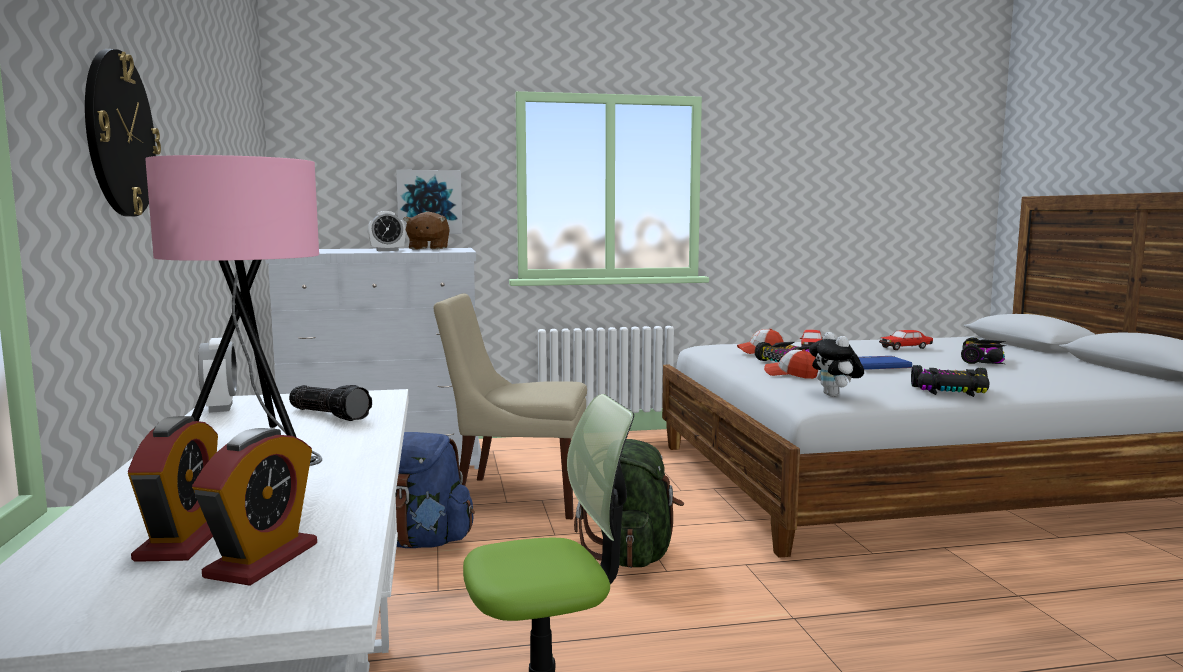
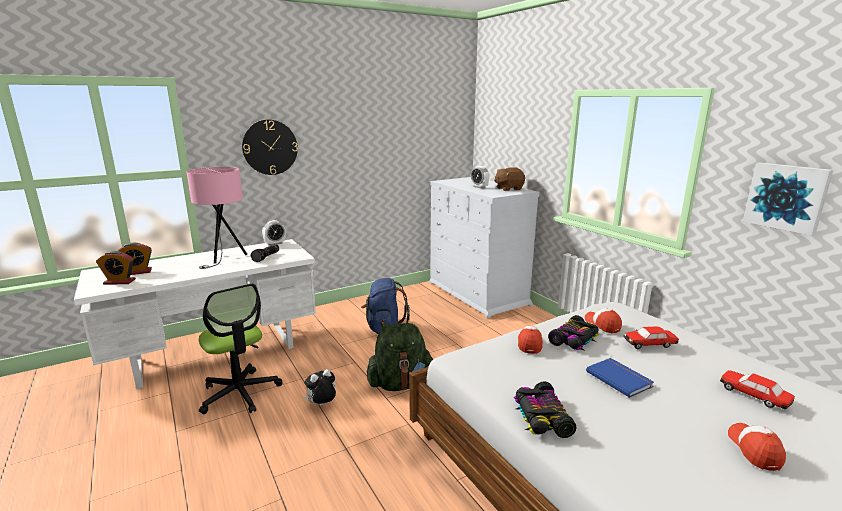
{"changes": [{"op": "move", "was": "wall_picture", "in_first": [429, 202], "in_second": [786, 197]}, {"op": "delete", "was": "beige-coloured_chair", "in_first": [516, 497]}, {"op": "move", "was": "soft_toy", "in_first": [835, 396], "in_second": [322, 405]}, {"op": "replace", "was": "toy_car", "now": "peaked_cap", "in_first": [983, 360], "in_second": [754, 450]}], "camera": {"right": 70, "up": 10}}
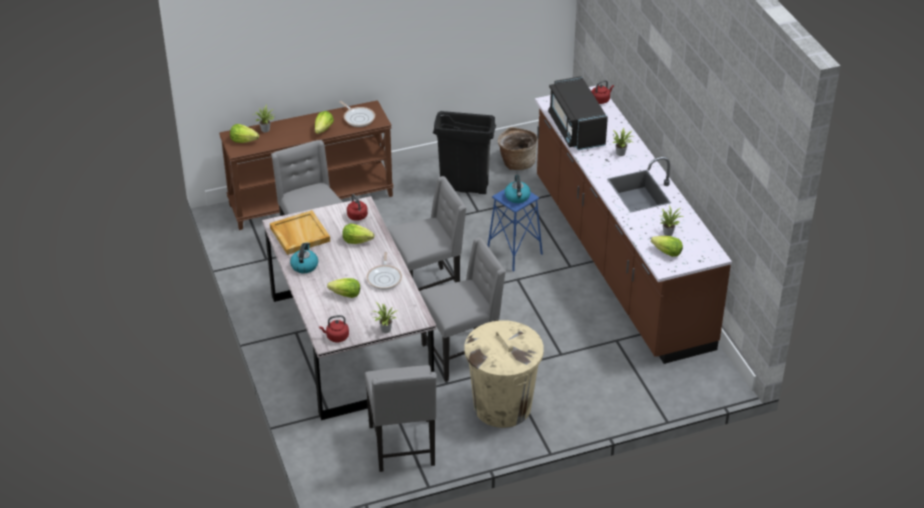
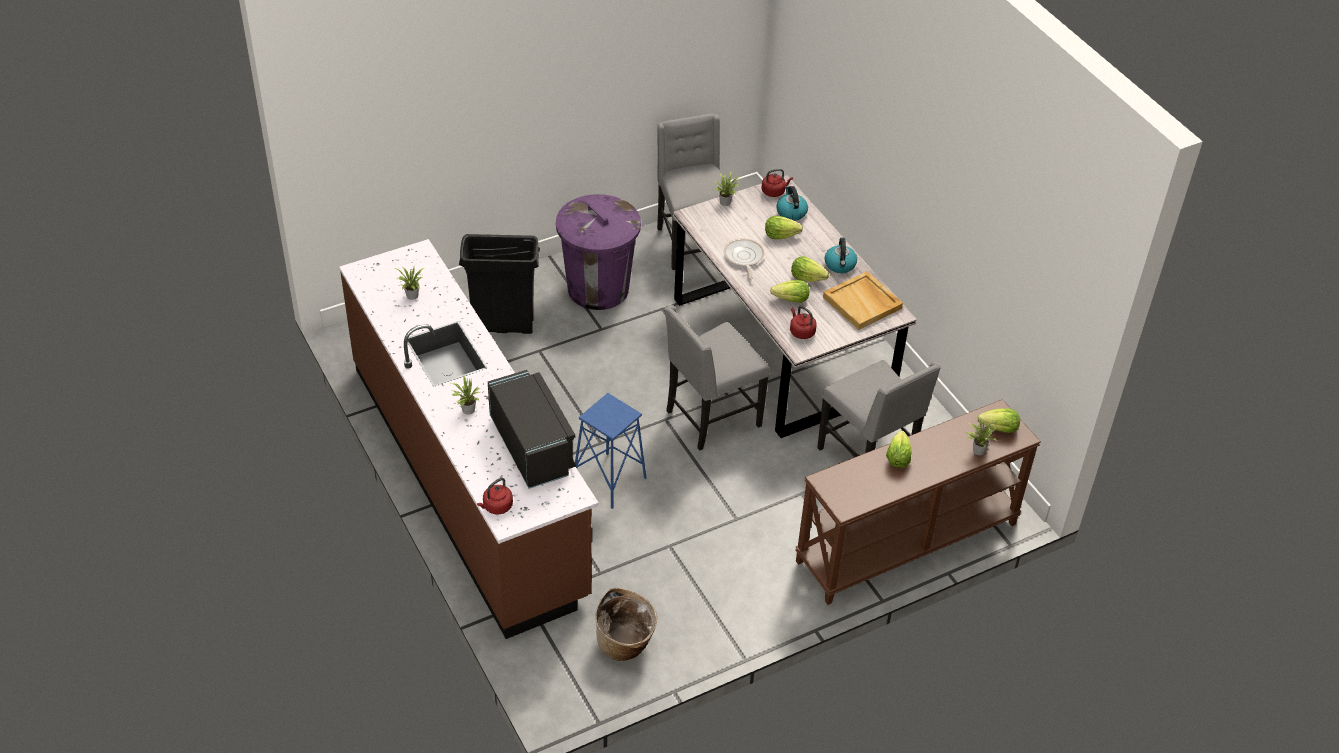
{"changes": [{"op": "delete", "was": "frying_pan", "in_first": [358, 118]}, {"op": "delete", "was": "gray_chair", "in_first": [462, 353]}, {"op": "move", "was": "blackish_trash_can", "in_first": [464, 187], "in_second": [503, 326]}, {"op": "recolor", "was": "beige-coloured_trash_can", "now": "purplish_trash_can", "in_first": [502, 406], "in_second": [598, 289]}, {"op": "move", "was": "tea_kettle", "in_first": [517, 197], "in_second": [791, 212]}, {"op": "move", "was": "lettuce", "in_first": [667, 253], "in_second": [807, 278]}], "camera": {"right": 170, "up": 5}}
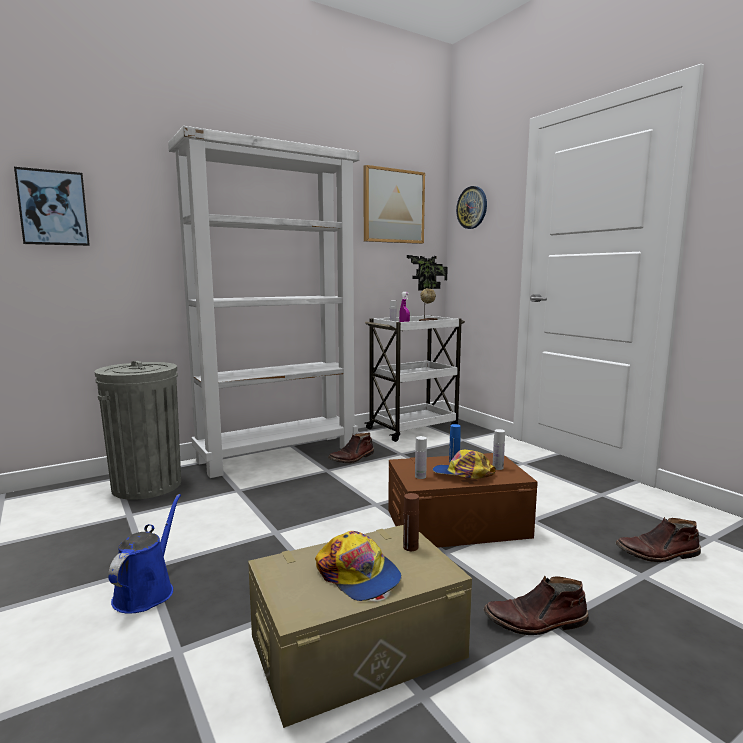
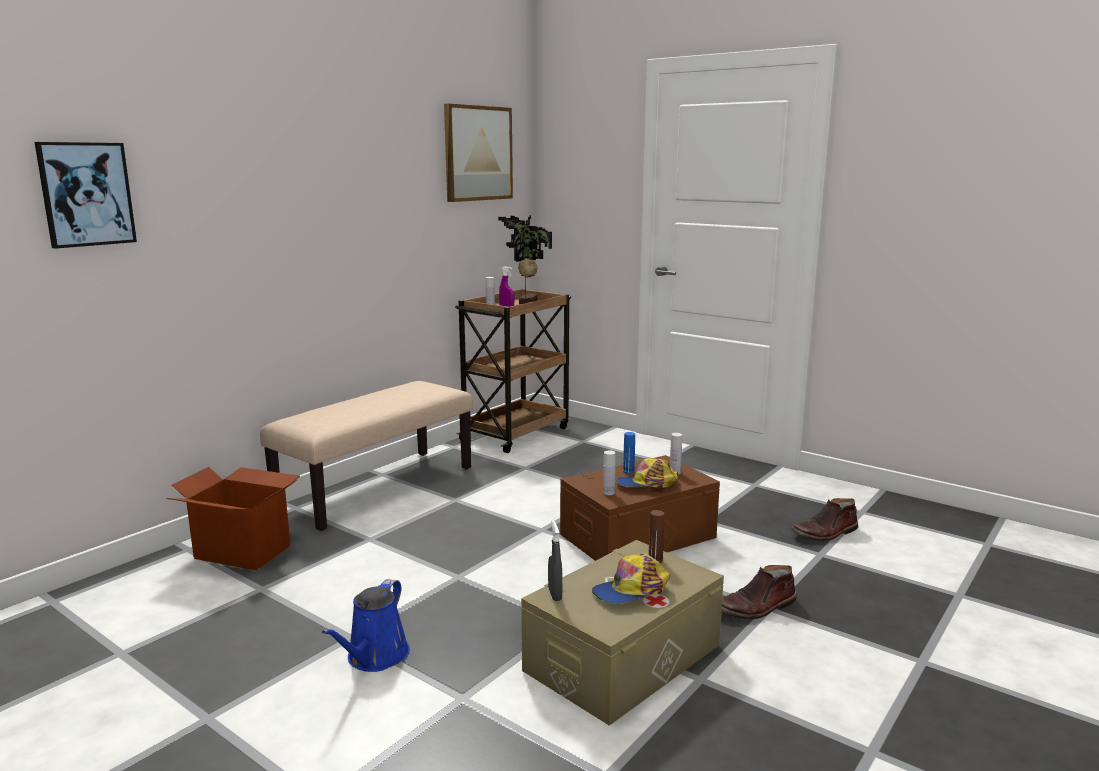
{"changes": [{"op": "replace", "was": "gray_trash_can", "now": "cardboard_box", "in_first": [147, 485], "in_second": [243, 551]}, {"op": "rotate", "was": "blue_sprinkling_can", "in_first": [147, 591], "in_second": [375, 658], "clockwise": -150}, {"op": "replace", "was": "whitish_bookshelf", "now": "beige-coloured_indoor_bench", "in_first": [279, 454], "in_second": [377, 487]}, {"op": "rotate", "was": "peaked_cap", "in_first": [358, 575], "in_second": [631, 591], "clockwise": 120}, {"op": "delete", "was": "brown-coloured_tall_boot", "in_first": [352, 458]}, {"op": "recolor", "was": "whitish_trolley", "now": "brown-coloured_trolley", "in_first": [413, 428], "in_second": [516, 433]}, {"op": "delete", "was": "wall_clock", "in_first": [472, 207]}, {"op": "insert", "now": "gray_spray_bottle", "in_second": [555, 594]}], "camera": {"right": -20, "up": 5}}
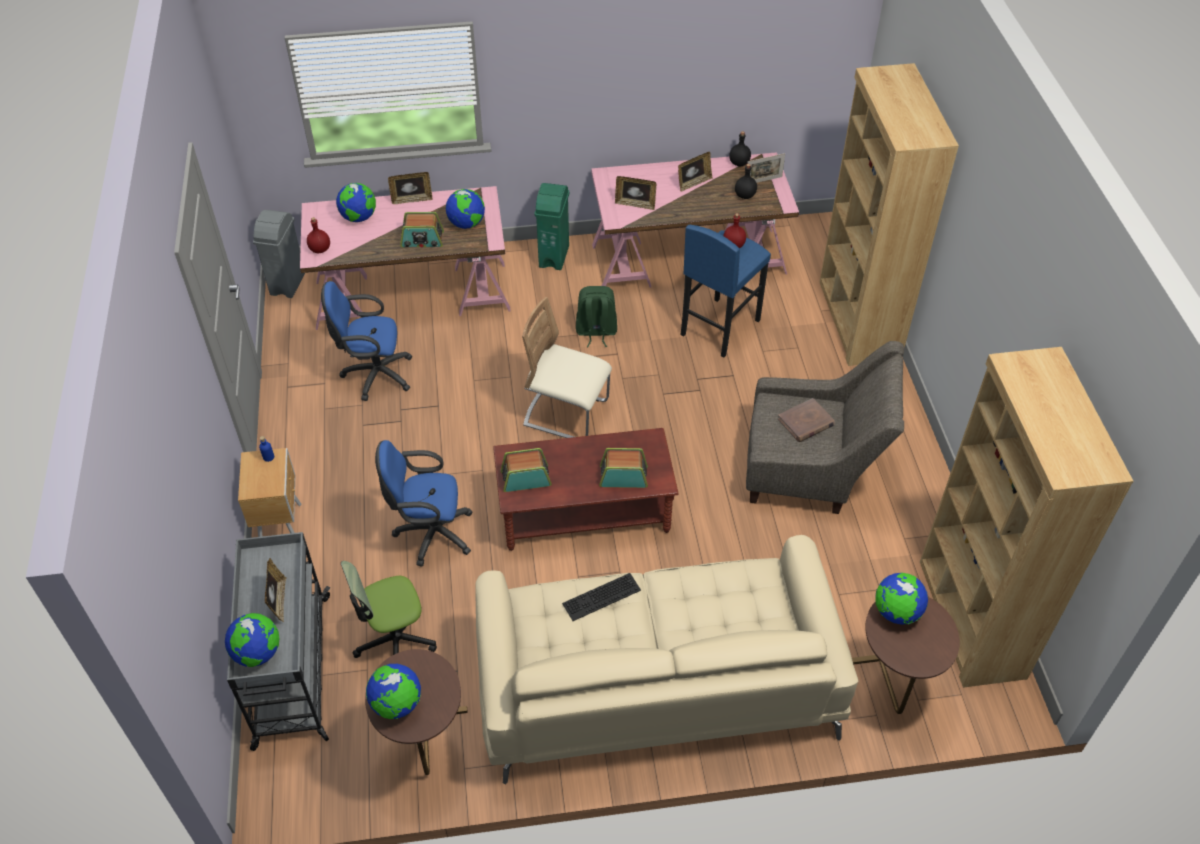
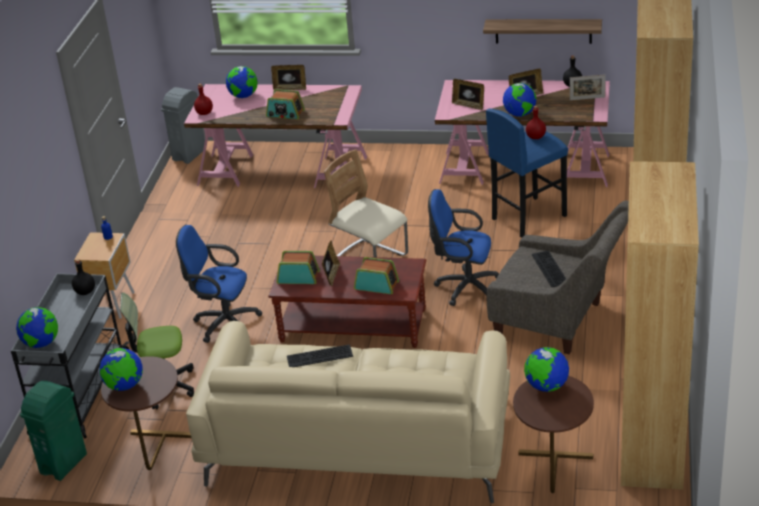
{"changes": [{"op": "move", "was": "standing_frame", "in_first": [279, 601], "in_second": [331, 275]}, {"op": "move", "was": "blue_desk_chair", "in_first": [374, 375], "in_second": [464, 287]}, {"op": "move", "was": "globe", "in_first": [466, 224], "in_second": [520, 114]}, {"op": "move", "was": "green_trash_can", "in_first": [554, 256], "in_second": [64, 463]}, {"op": "delete", "was": "green_knapsack", "in_first": [596, 332]}, {"op": "move", "was": "blackish_beverage_bottle", "in_first": [744, 195], "in_second": [85, 292]}, {"op": "replace", "was": "brown-coloured_volume", "now": "keyboard", "in_first": [806, 422], "in_second": [548, 268]}, {"op": "insert", "now": "bracket_shelf", "in_second": [543, 31]}], "camera": {"right": 20, "up": -15}}
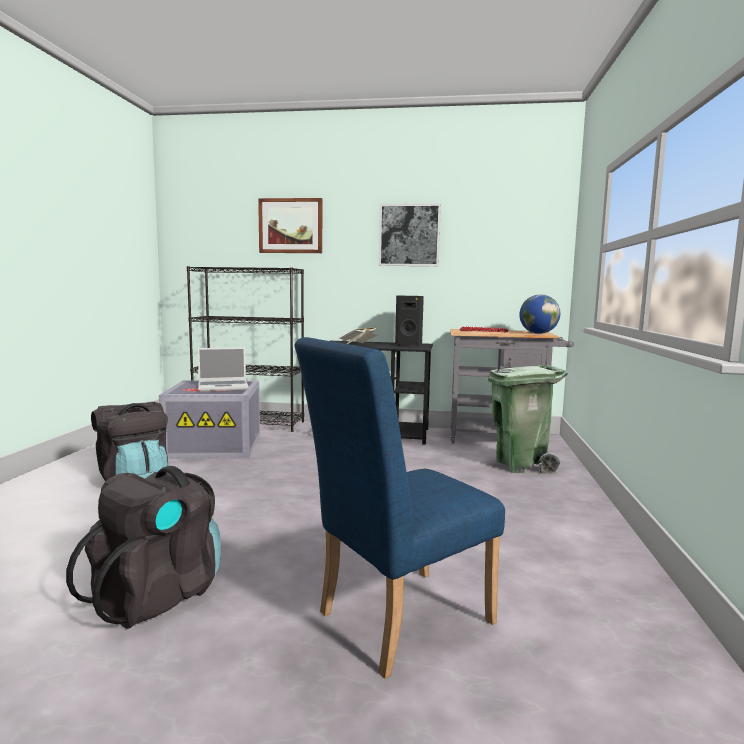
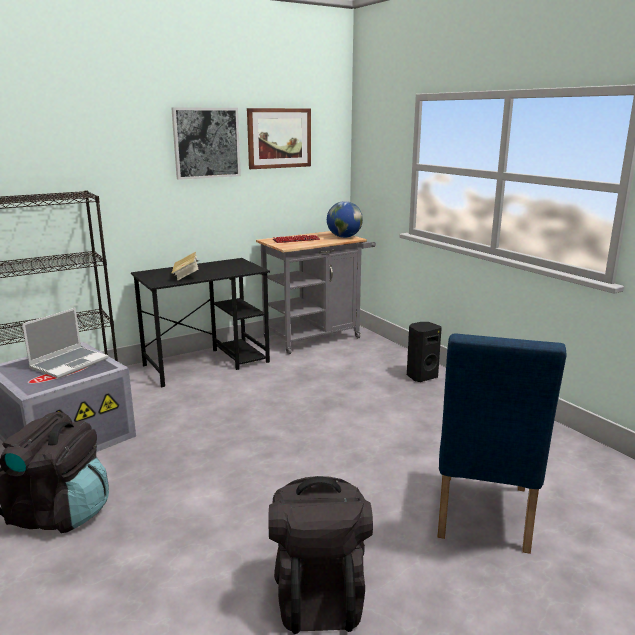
{"changes": [{"op": "move", "was": "wall_picture", "in_first": [290, 226], "in_second": [279, 138]}, {"op": "move", "was": "blackish_loudspeaker", "in_first": [409, 345], "in_second": [421, 376]}, {"op": "delete", "was": "green_trash_can", "in_first": [521, 465]}], "camera": {"right": -40, "up": 10}}
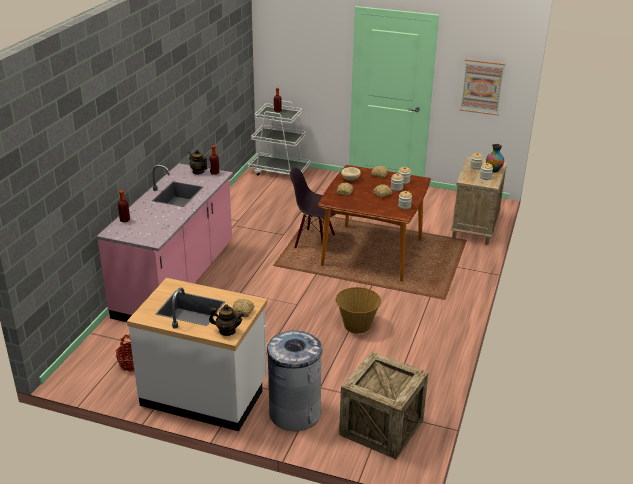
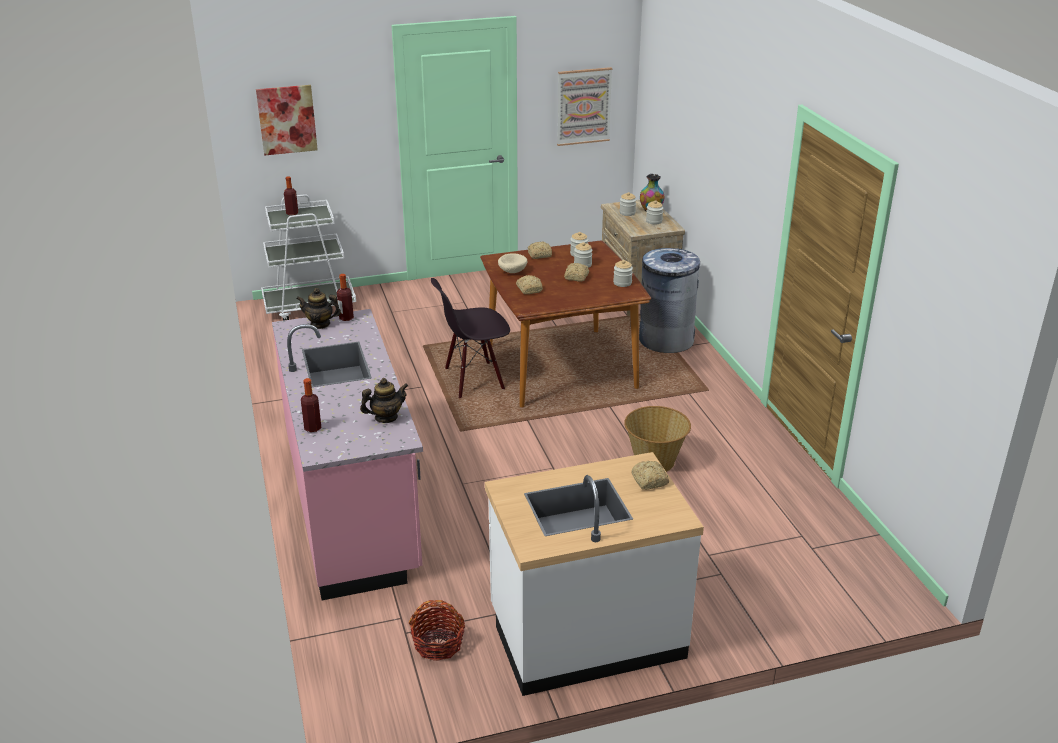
{"changes": [{"op": "move", "was": "pot_for_tea", "in_first": [227, 331], "in_second": [386, 417]}, {"op": "move", "was": "gray_trash_can", "in_first": [295, 413], "in_second": [666, 340]}, {"op": "delete", "was": "crate", "in_first": [381, 427]}, {"op": "insert", "now": "wall_picture", "in_second": [287, 119]}], "camera": {"right": -35, "up": 0}}
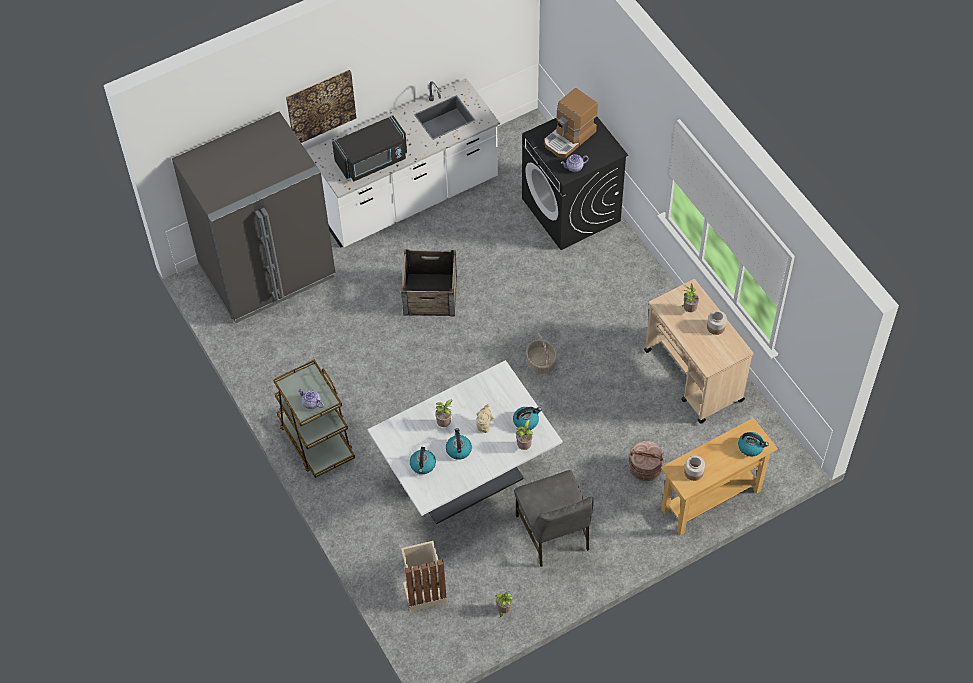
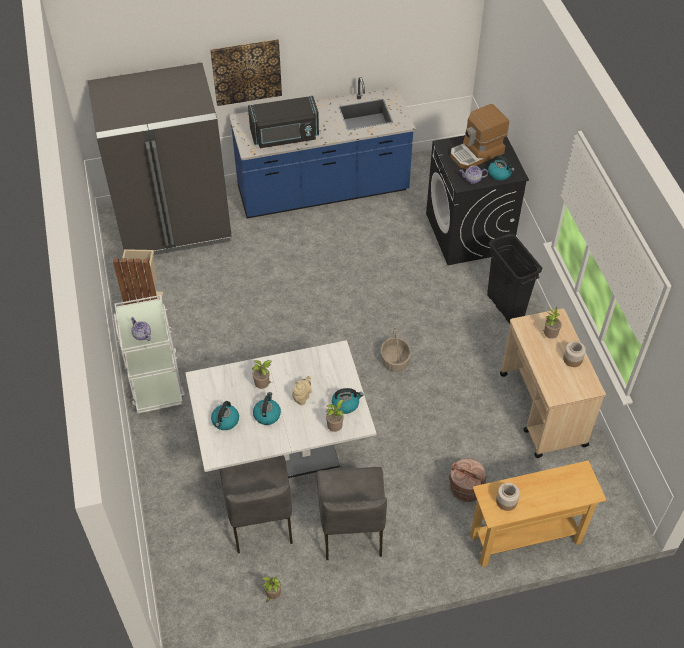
{"changes": [{"op": "recolor", "was": "brown-coloured_trolley", "now": "whitish_trolley", "in_first": [316, 440], "in_second": [155, 380]}, {"op": "recolor", "was": "whitish_kitchen_base_unit", "now": "blue_kitchen_base_unit", "in_first": [408, 198], "in_second": [323, 191]}, {"op": "delete", "was": "crate", "in_first": [430, 294]}, {"op": "move", "was": "beige-coloured_trash_can", "in_first": [424, 590], "in_second": [144, 300]}, {"op": "move", "was": "tea_kettle", "in_first": [751, 447], "in_second": [500, 174]}, {"op": "insert", "now": "gray_chair", "in_second": [260, 520]}, {"op": "insert", "now": "blackish_trash_can", "in_second": [505, 306]}], "camera": {"right": 15, "up": -5}}
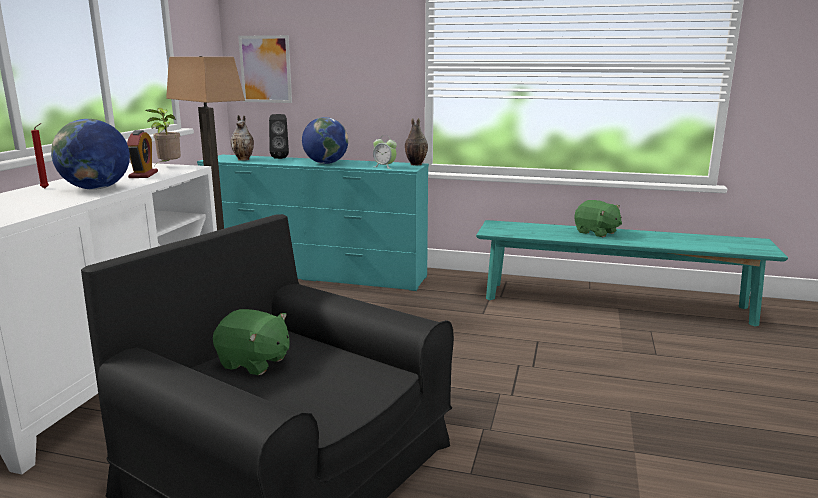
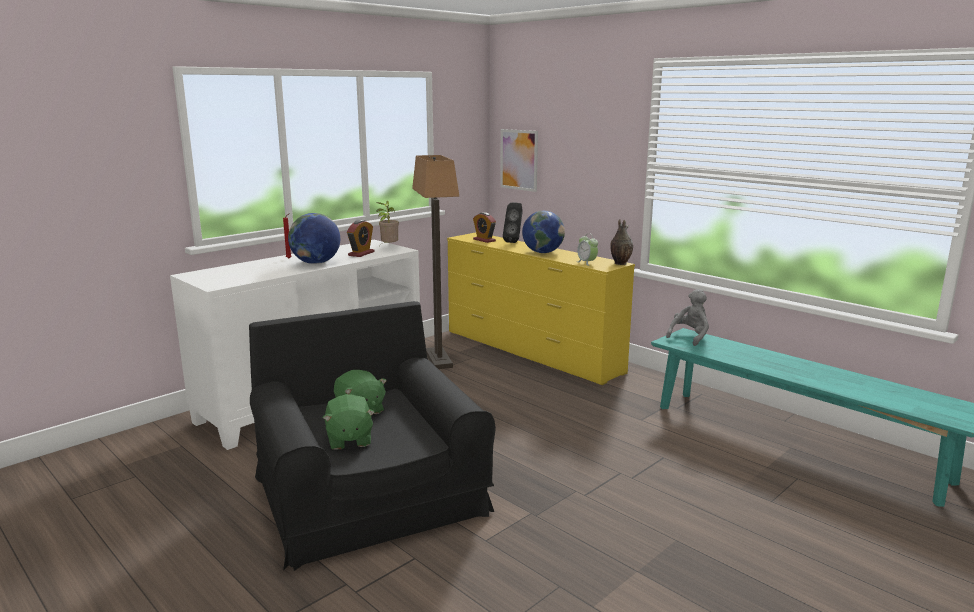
{"changes": [{"op": "recolor", "was": "turquoise-coloured_chest_of_drawers", "now": "yellow-coloured_chest_of_drawers", "in_first": [316, 274], "in_second": [531, 351]}, {"op": "replace", "was": "decorative_vase", "now": "table_clock", "in_first": [244, 159], "in_second": [484, 240]}, {"op": "move", "was": "green_soft_toy", "in_first": [596, 232], "in_second": [349, 440]}, {"op": "insert", "now": "gray_soft_toy", "in_second": [689, 337]}], "camera": {"right": 30, "up": 0}}
